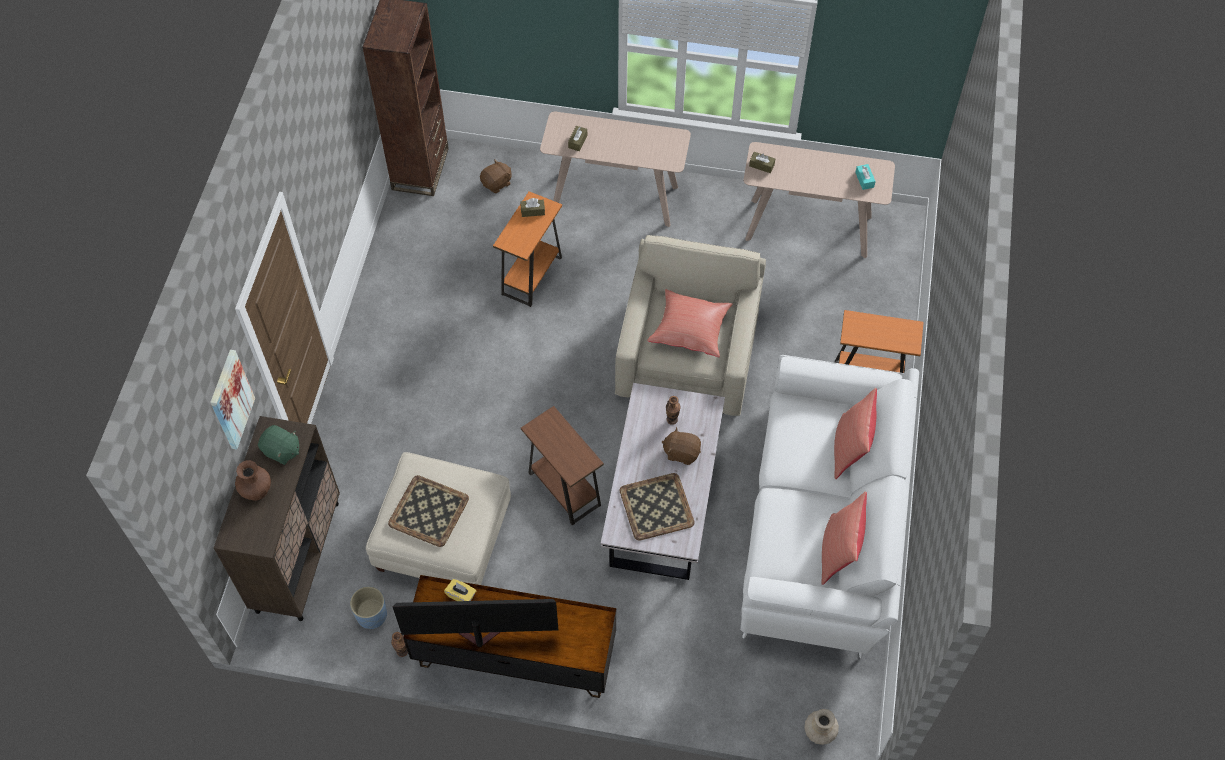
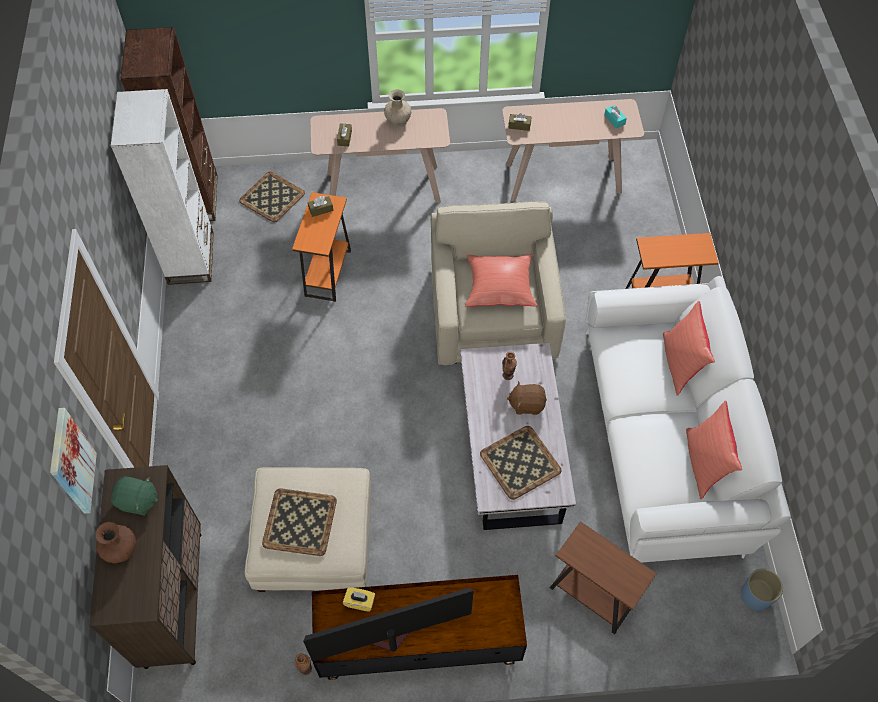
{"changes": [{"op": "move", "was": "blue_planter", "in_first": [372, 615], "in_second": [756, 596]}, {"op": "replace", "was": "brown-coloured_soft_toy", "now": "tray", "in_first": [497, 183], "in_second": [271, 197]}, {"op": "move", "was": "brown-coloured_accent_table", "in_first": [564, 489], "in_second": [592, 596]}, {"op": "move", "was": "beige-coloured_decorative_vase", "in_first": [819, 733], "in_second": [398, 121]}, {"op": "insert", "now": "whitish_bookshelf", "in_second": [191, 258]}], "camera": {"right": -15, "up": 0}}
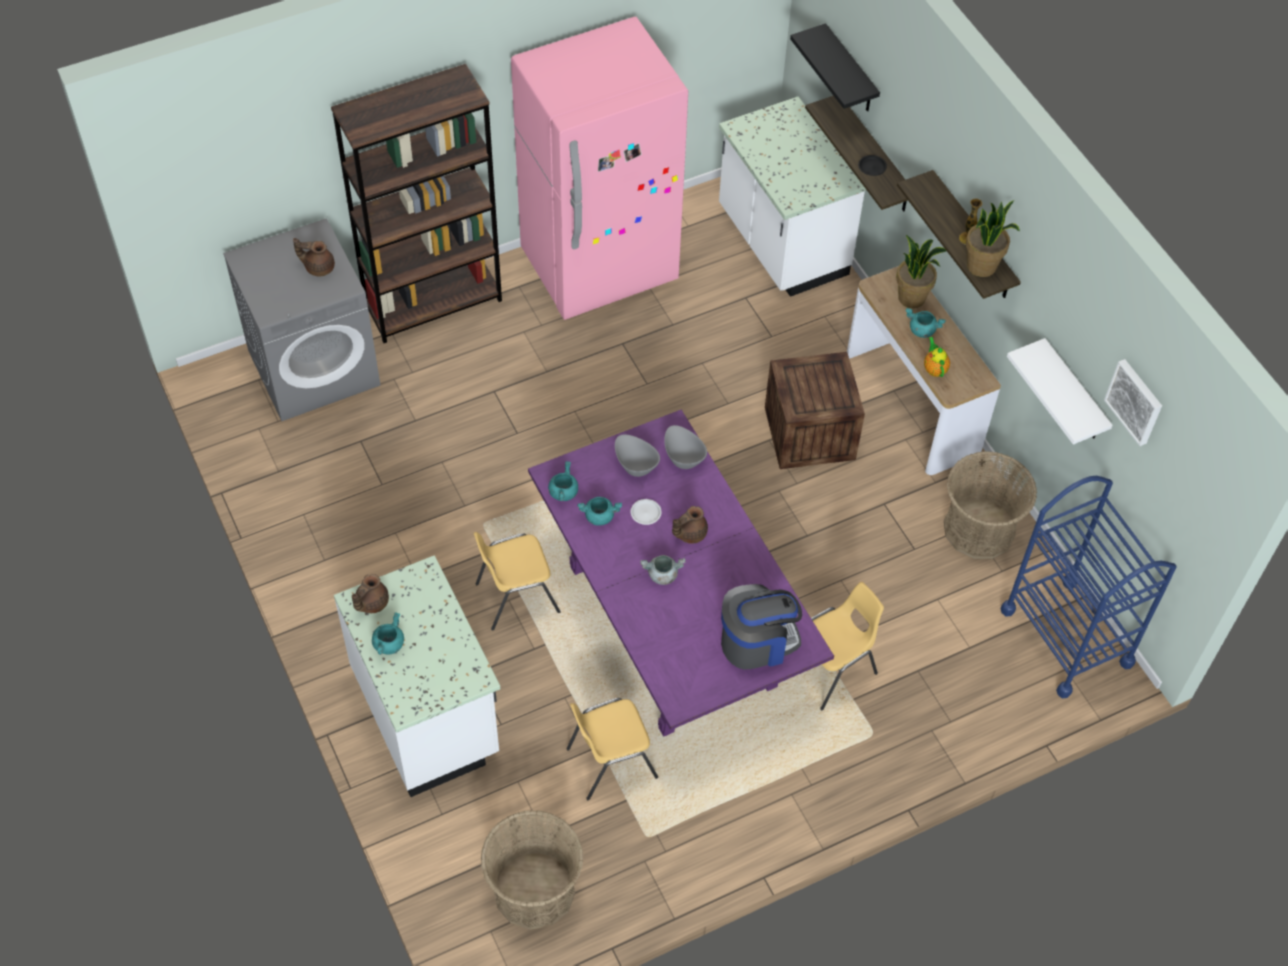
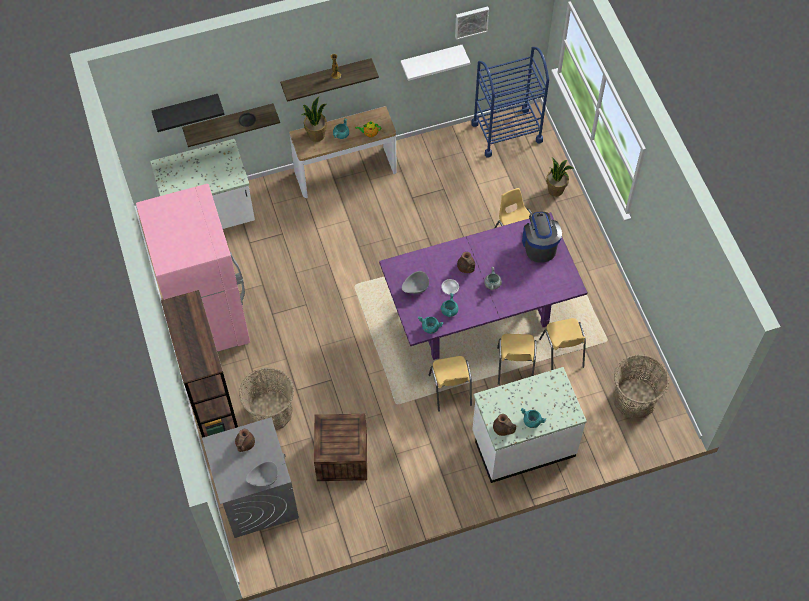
{"changes": [{"op": "move", "was": "gray_deep_dish", "in_first": [683, 457], "in_second": [264, 479]}, {"op": "move", "was": "crate", "in_first": [809, 433], "in_second": [342, 457]}, {"op": "move", "was": "household_basket", "in_first": [978, 529], "in_second": [270, 411]}, {"op": "move", "was": "plant_in_a_pot", "in_first": [982, 266], "in_second": [556, 190]}, {"op": "insert", "now": "yellow-coloured_chair", "in_second": [514, 367]}], "camera": {"right": -80, "up": 5}}
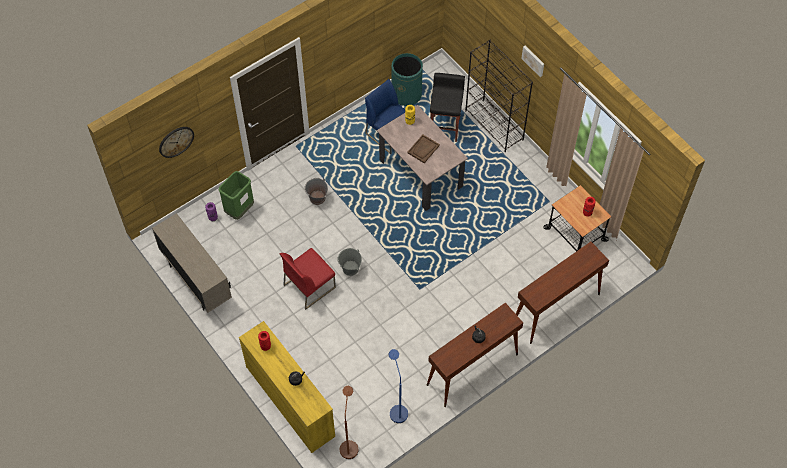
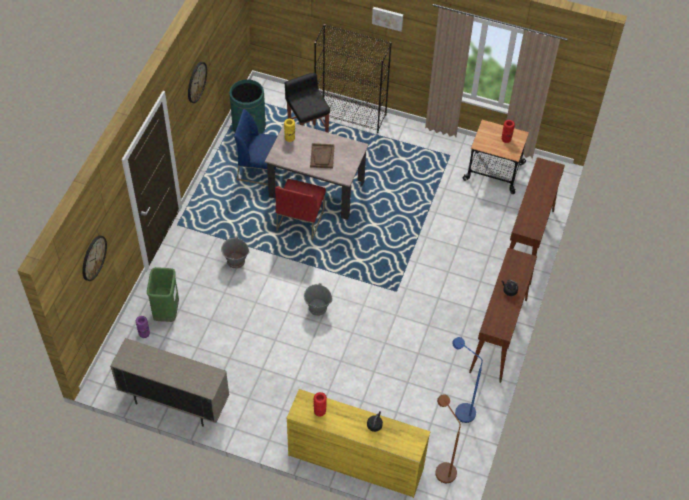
{"changes": [{"op": "move", "was": "red-coloured_chair", "in_first": [309, 286], "in_second": [300, 219]}, {"op": "insert", "now": "wall_clock", "in_second": [196, 82]}], "camera": {"right": -35, "up": -5}}
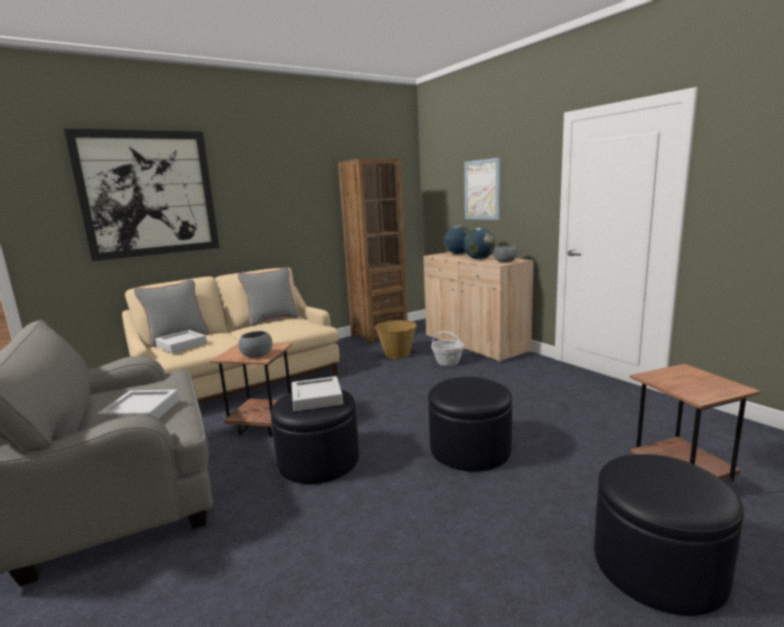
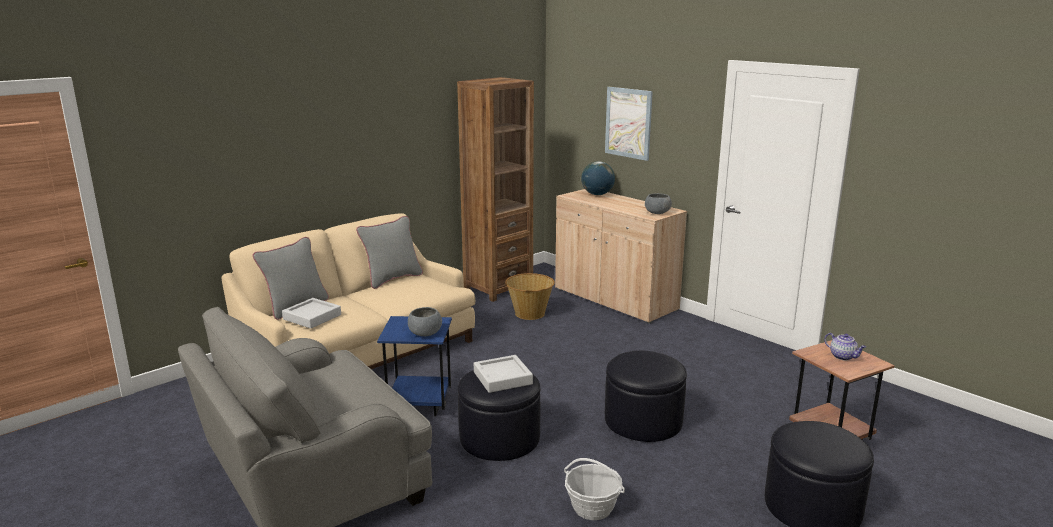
{"changes": [{"op": "delete", "was": "wall_picture", "in_first": [148, 194]}, {"op": "delete", "was": "gray_tray", "in_first": [141, 412]}, {"op": "recolor", "was": "brown-coloured_accent_table", "now": "blue_accent_table", "in_first": [263, 426], "in_second": [420, 405]}, {"op": "move", "was": "household_basket", "in_first": [447, 362], "in_second": [592, 508]}, {"op": "delete", "was": "globe", "in_first": [479, 259]}, {"op": "insert", "now": "pot_for_tea", "in_second": [843, 356]}], "camera": {"right": -10, "up": 5}}
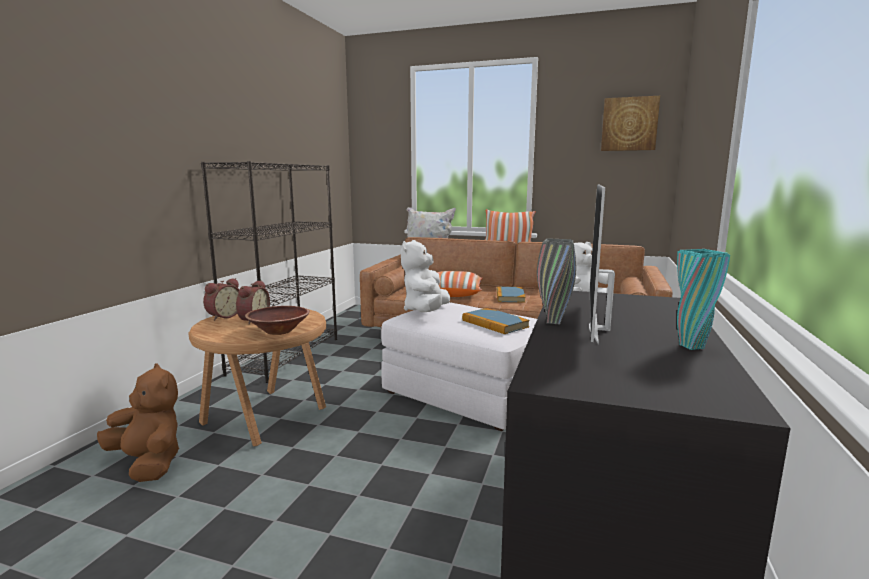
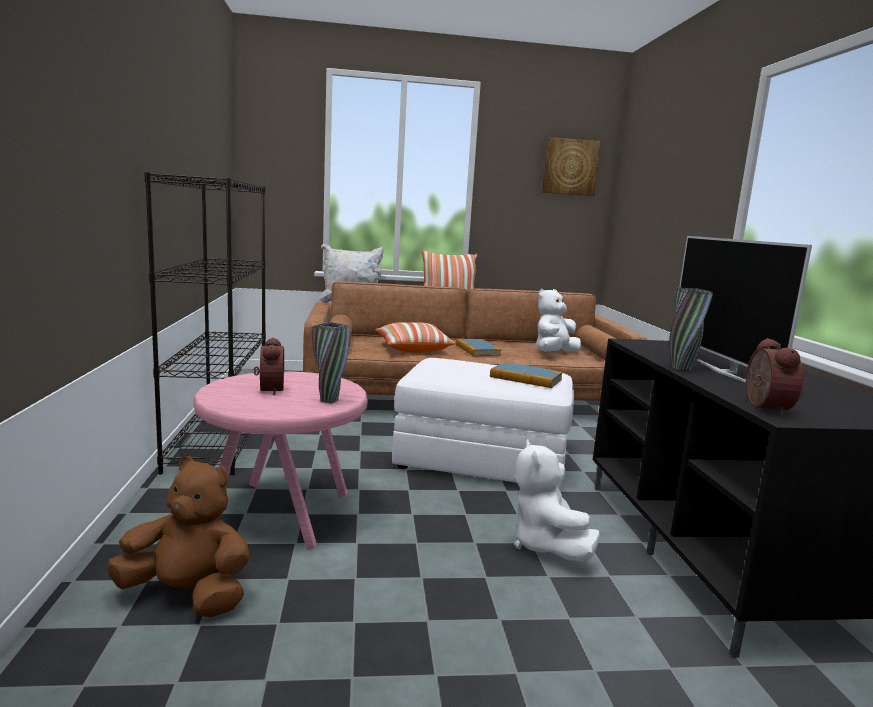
{"changes": [{"op": "recolor", "was": "brown-coloured_accent_table", "now": "pink_accent_table", "in_first": [267, 415], "in_second": [282, 513]}, {"op": "move", "was": "table_clock", "in_first": [223, 316], "in_second": [763, 407]}, {"op": "replace", "was": "brown-coloured_deep_dish", "now": "gray_decorative_vase", "in_first": [278, 331], "in_second": [329, 400]}, {"op": "move", "was": "whitish_soft_toy", "in_first": [426, 311], "in_second": [546, 546]}, {"op": "delete", "was": "turquoise-coloured_decorative_vase", "in_first": [691, 346]}], "camera": {"right": -25, "up": 0}}
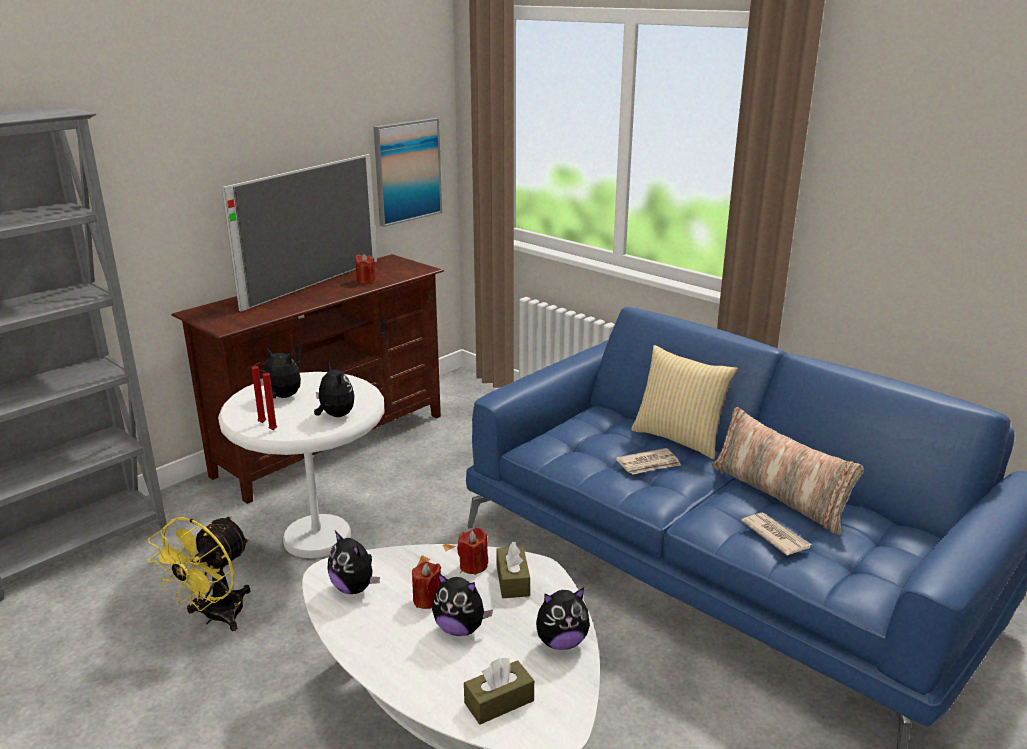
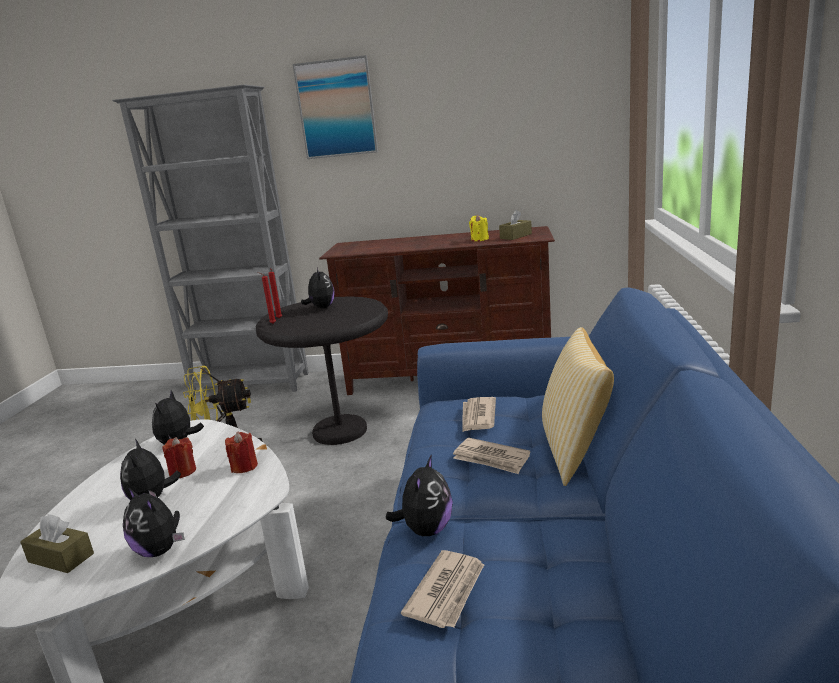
{"changes": [{"op": "recolor", "was": "whitish_accent_table", "now": "blackish_accent_table", "in_first": [317, 538], "in_second": [340, 431]}, {"op": "delete", "was": "TV_set", "in_first": [314, 284]}, {"op": "move", "was": "soft_toy", "in_first": [335, 415], "in_second": [426, 530]}, {"op": "recolor", "was": "red-coloured_wax_candle", "now": "yellow-coloured_wax_candle", "in_first": [366, 280], "in_second": [479, 239]}, {"op": "move", "was": "wall_picture", "in_first": [407, 171], "in_second": [337, 108]}, {"op": "move", "was": "brown-coloured_tissue_box", "in_first": [512, 581], "in_second": [515, 236]}, {"op": "delete", "was": "cushion", "in_first": [779, 495]}, {"op": "insert", "now": "printed_paper", "in_second": [478, 417]}], "camera": {"right": 55, "up": -5}}
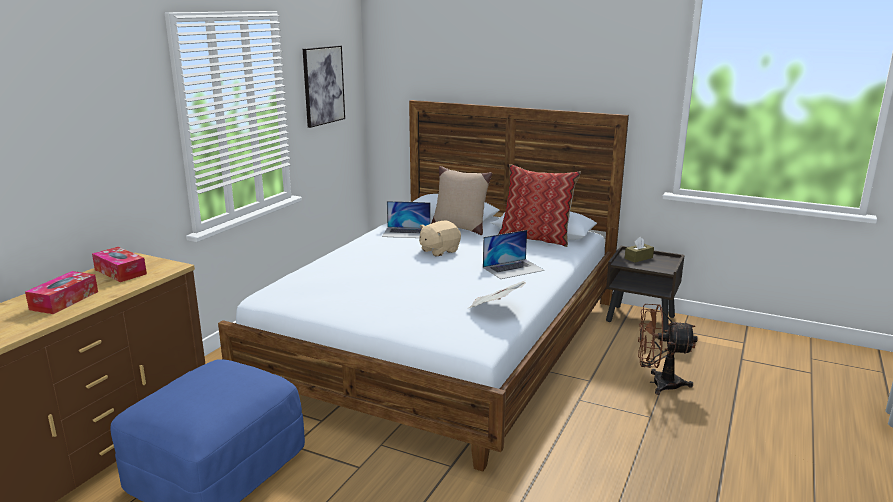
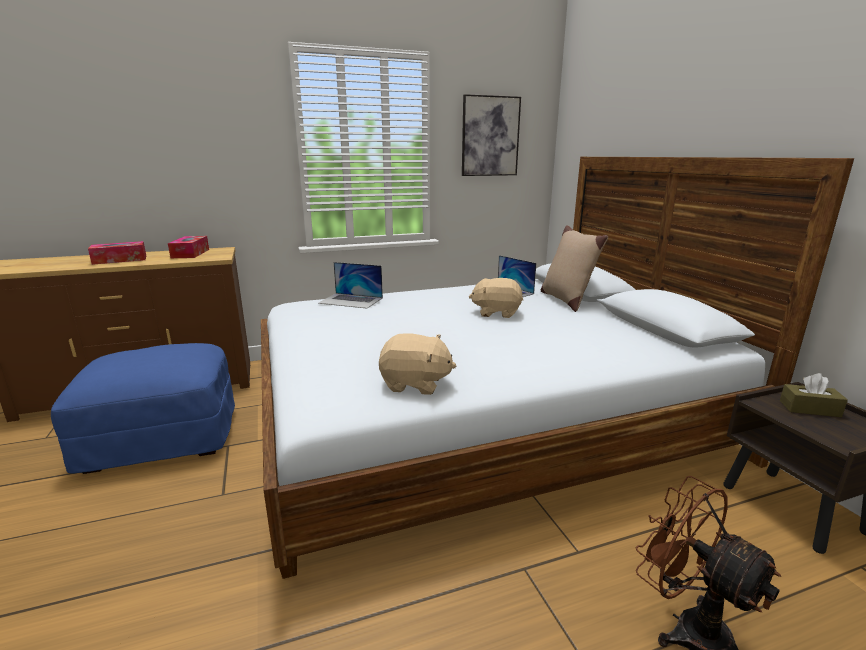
{"changes": [{"op": "replace", "was": "printed_paper", "now": "beige-coloured_soft_toy", "in_first": [495, 309], "in_second": [415, 384]}, {"op": "move", "was": "notebook_computer", "in_first": [513, 269], "in_second": [351, 300]}, {"op": "delete", "was": "cushion", "in_first": [536, 238]}], "camera": {"right": 45, "up": 0}}
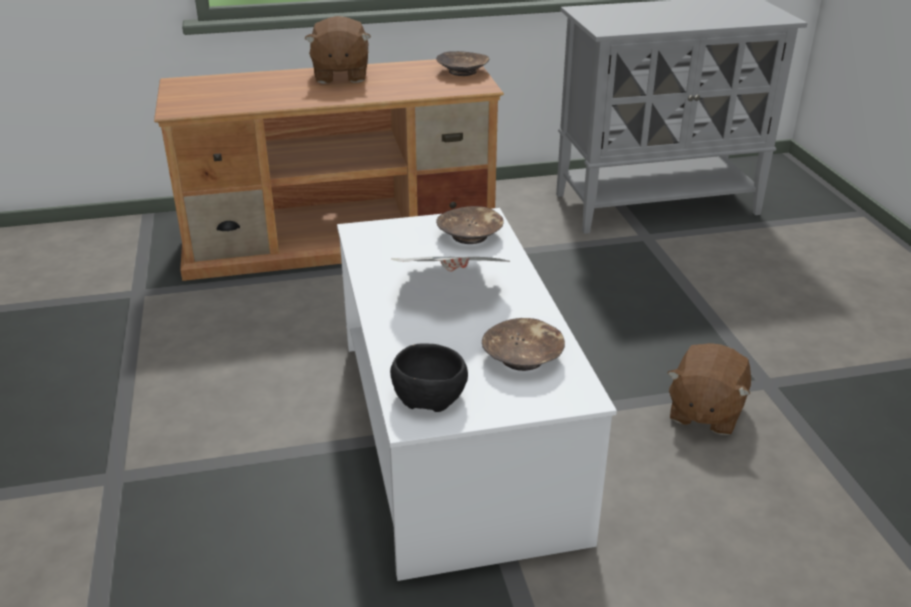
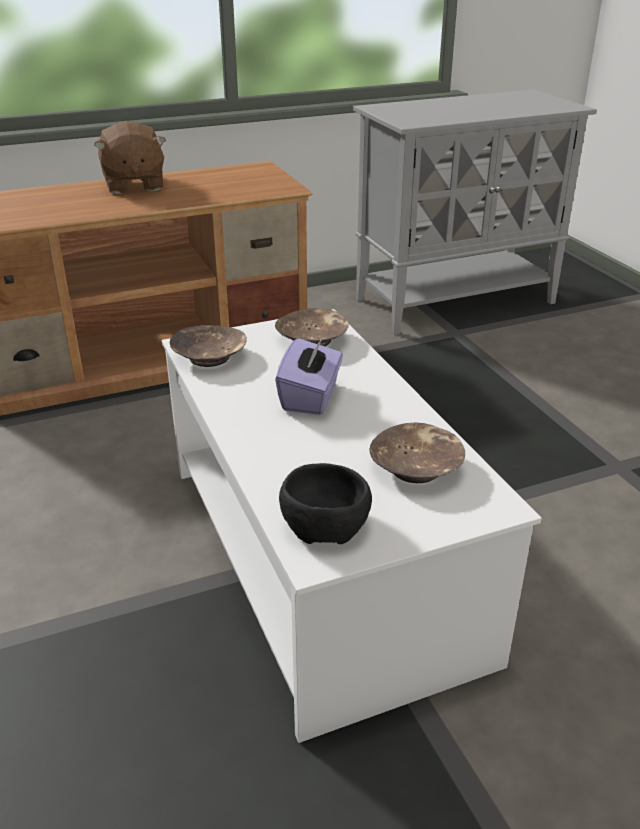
{"changes": [{"op": "replace", "was": "printed_paper", "now": "purplish_tissue_box", "in_first": [452, 287], "in_second": [311, 397]}, {"op": "move", "was": "brown-coloured_deep_dish", "in_first": [462, 71], "in_second": [209, 357]}, {"op": "delete", "was": "brown-coloured_soft_toy", "in_first": [704, 412]}], "camera": {"right": -10, "up": 0}}
